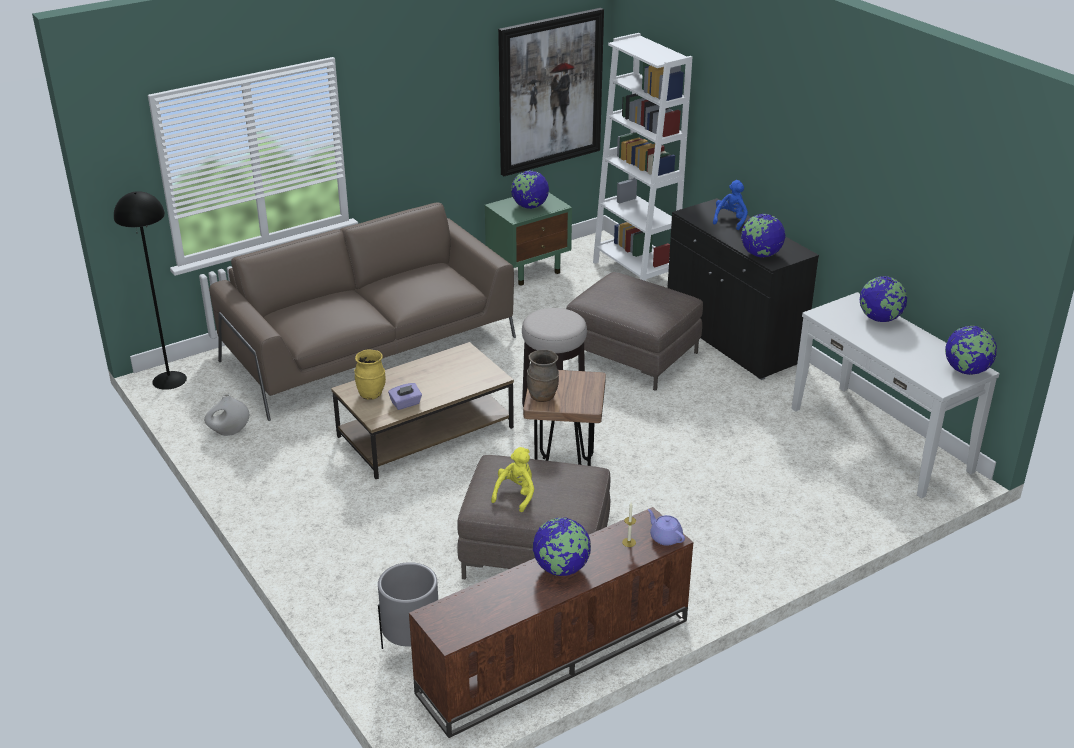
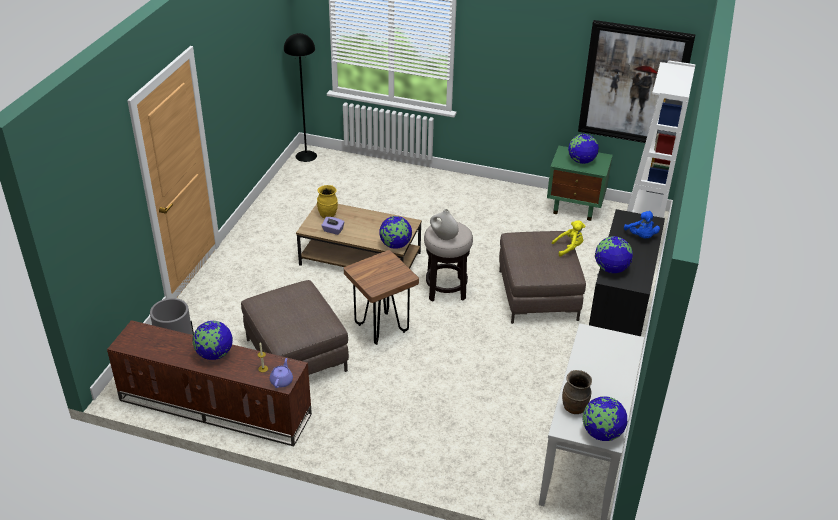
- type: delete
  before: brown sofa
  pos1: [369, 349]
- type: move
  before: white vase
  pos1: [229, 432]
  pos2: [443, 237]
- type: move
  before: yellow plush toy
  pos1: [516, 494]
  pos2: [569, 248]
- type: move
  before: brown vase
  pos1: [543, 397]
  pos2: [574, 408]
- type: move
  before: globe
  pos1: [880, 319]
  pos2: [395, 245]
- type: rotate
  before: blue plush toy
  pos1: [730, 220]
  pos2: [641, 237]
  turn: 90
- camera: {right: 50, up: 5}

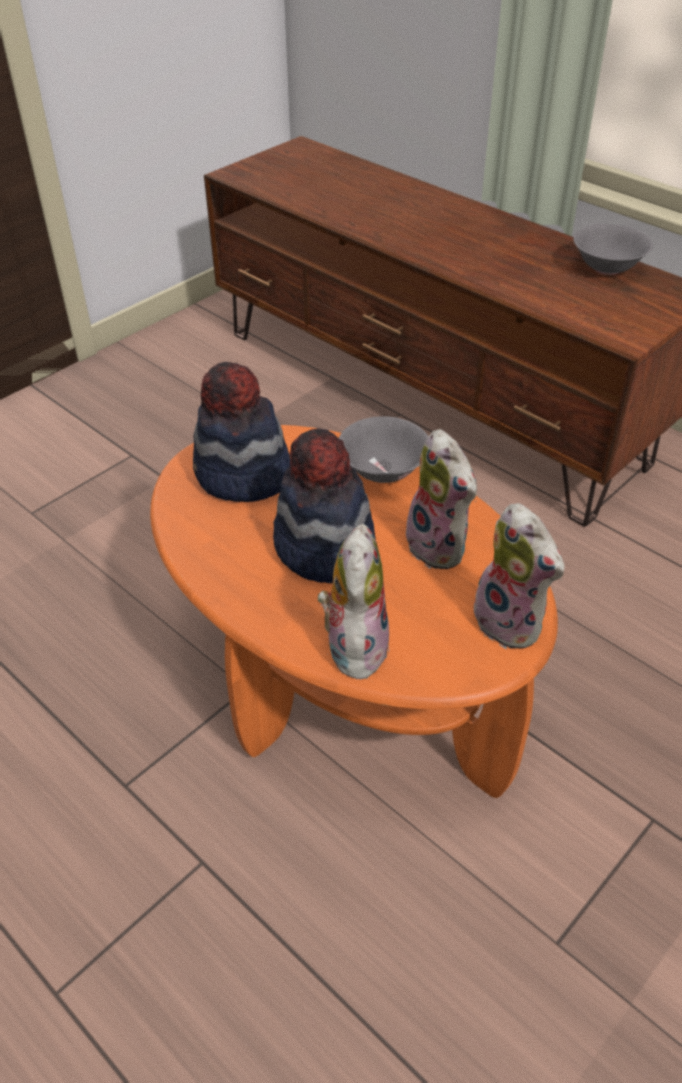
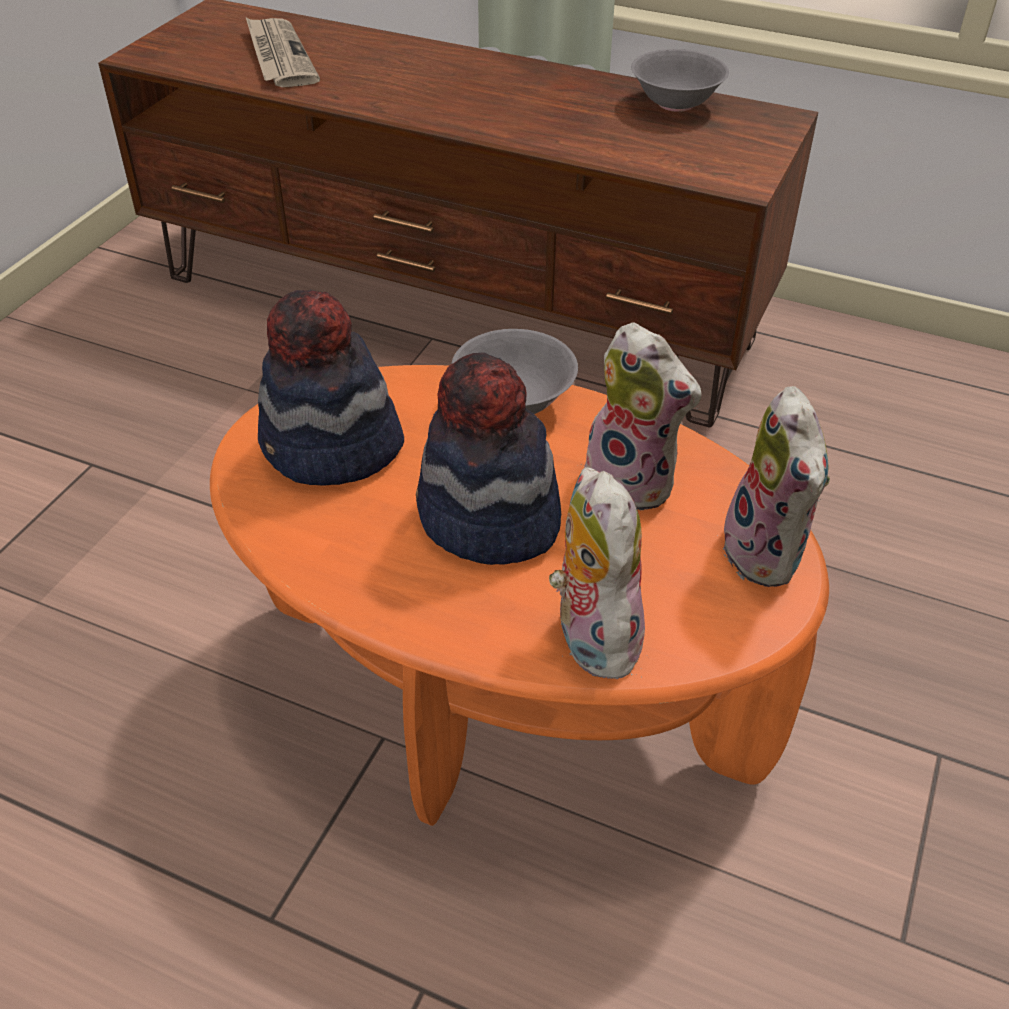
- type: insert
  after: newspaper
  pos2: [279, 56]
- type: rotate
  before: plush toy
  pos1: [512, 622]
  pos2: [769, 554]
  turn: 45
- camera: {right: -20, up: 0}

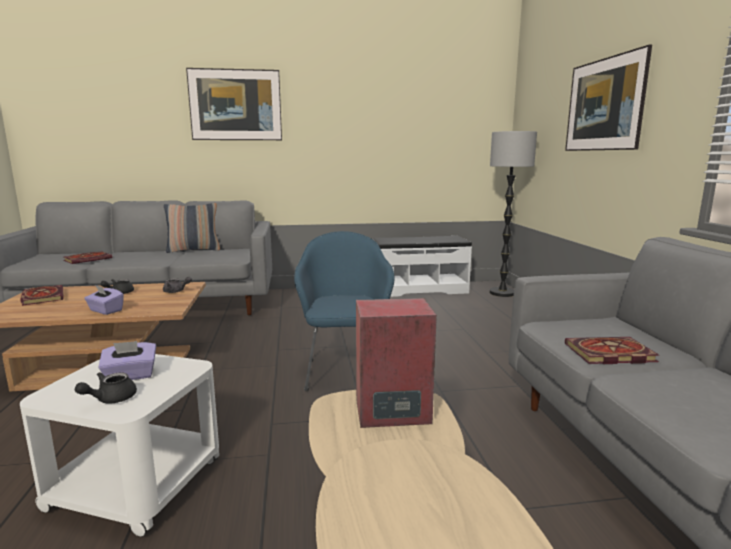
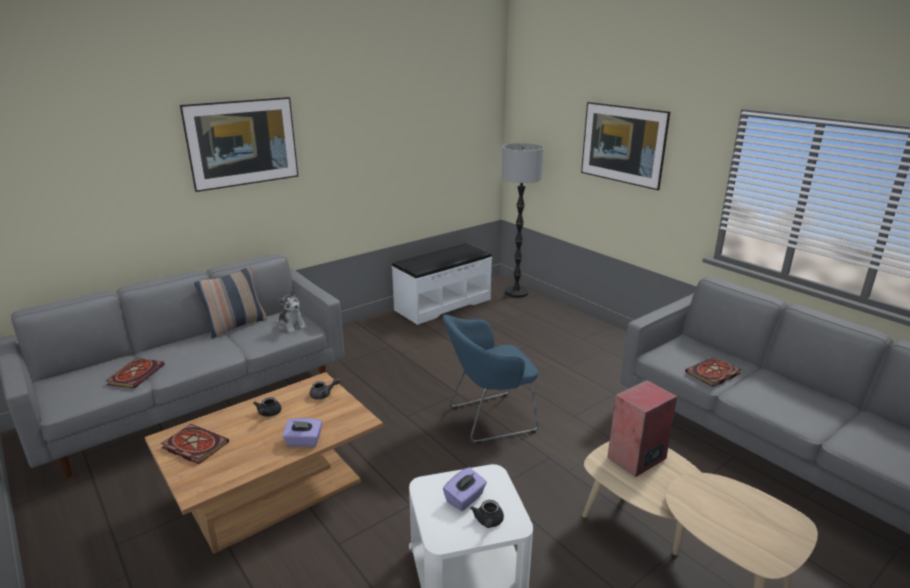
- type: insert
  after: plush toy
  pos2: [292, 326]
- type: rotate
  before: blue armchair
  pos1: [345, 370]
  pos2: [487, 419]
  turn: -75
- camera: {right: -30, up: 10}

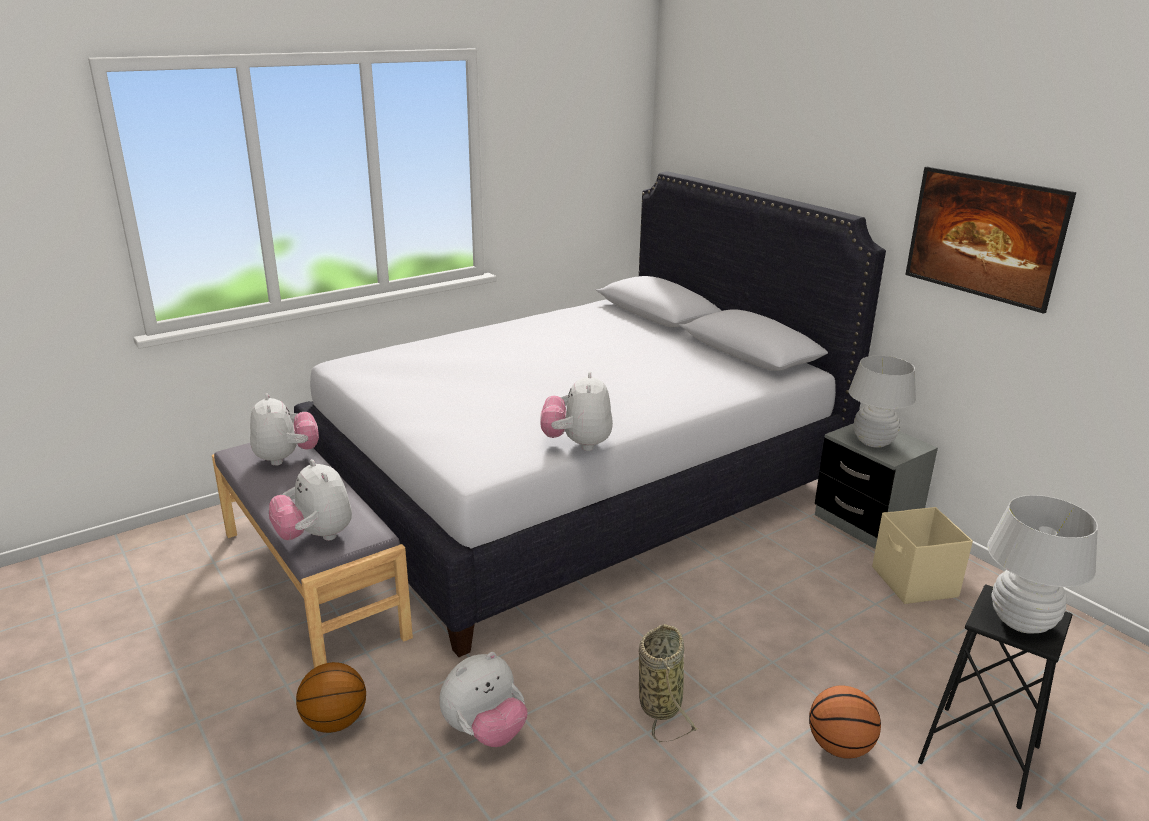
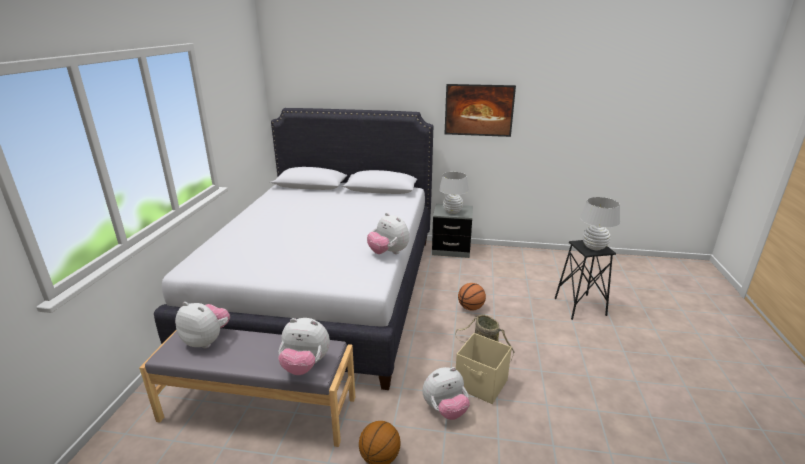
- type: move
  before: basketball
  pos1: [839, 746]
  pos2: [470, 308]
- type: move
  before: beige storage box
  pos1: [914, 583]
  pos2: [481, 384]
- type: rotate
  before: plush toy
  pos1: [485, 732]
  pos2: [445, 410]
  turn: 60
- camera: {right: -45, up: 0}

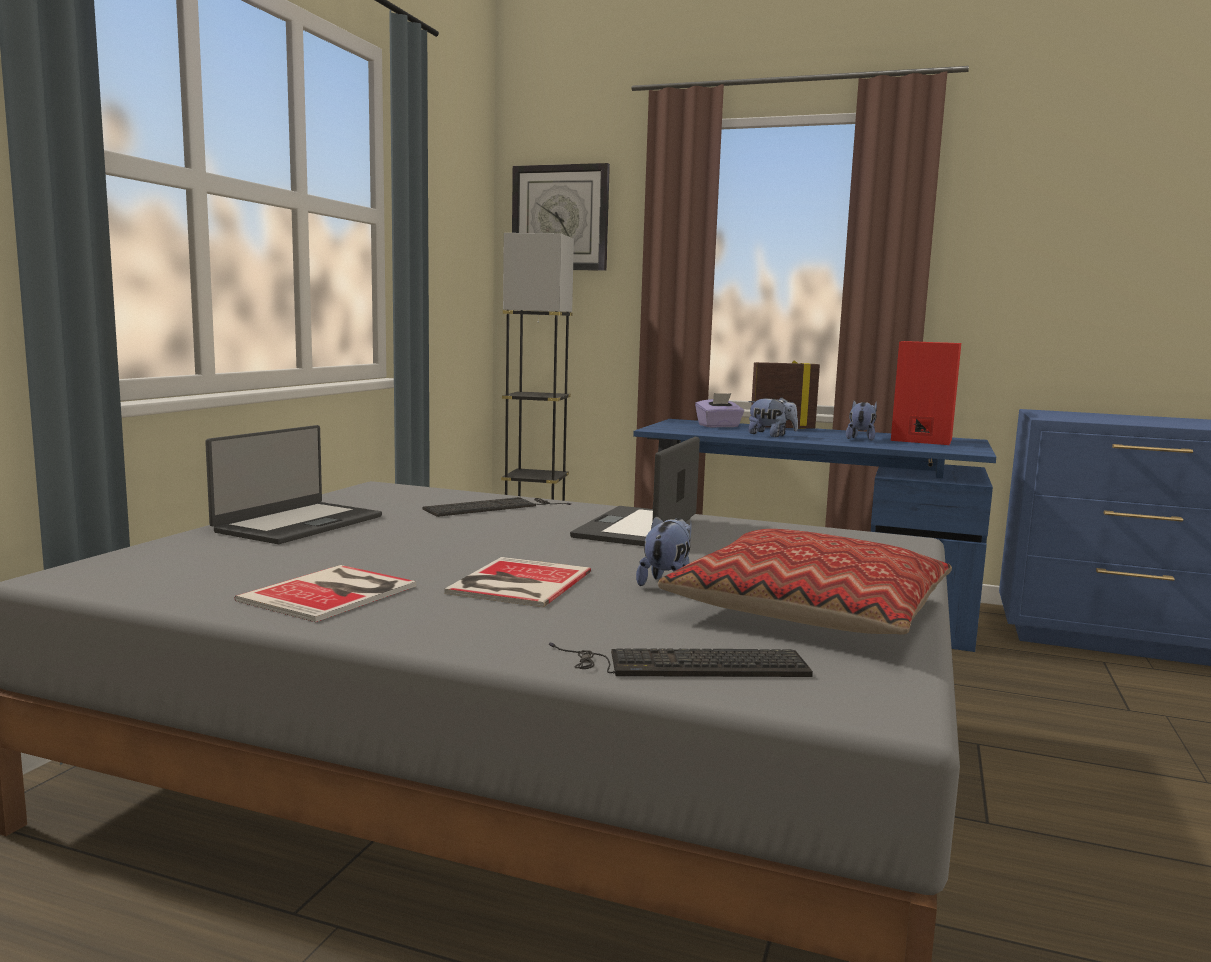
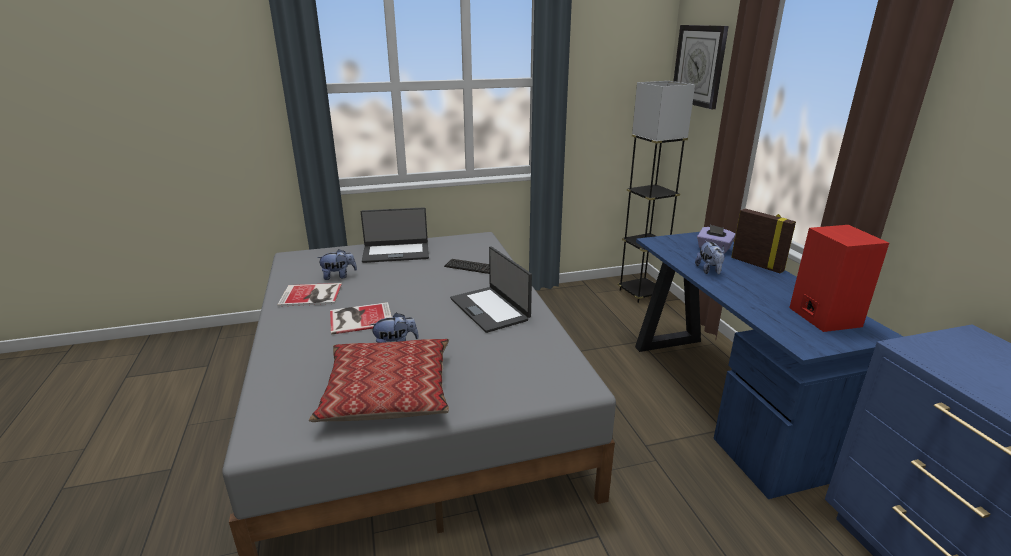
- type: delete
  before: keyboard
  pos1: [683, 663]
- type: move
  before: plush toy
  pos1: [861, 439]
  pos2: [339, 276]
- type: rotate
  before: laptop
  pos1: [638, 528]
  pos2: [490, 309]
  turn: -105
- camera: {right: 55, up: 15}

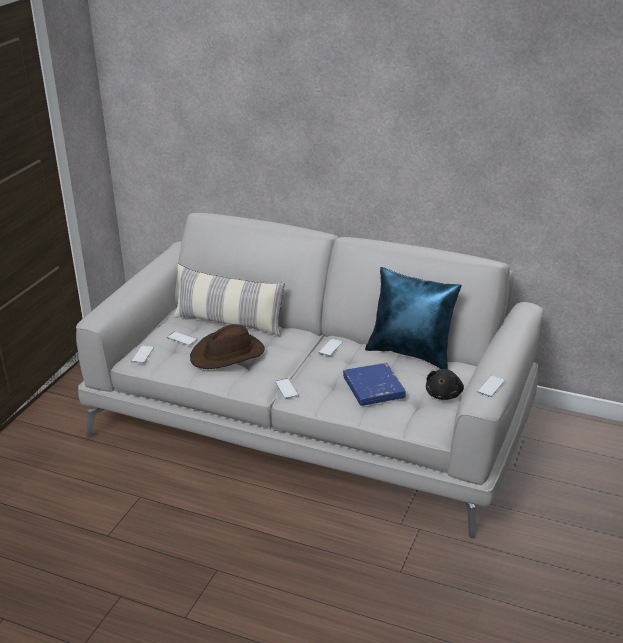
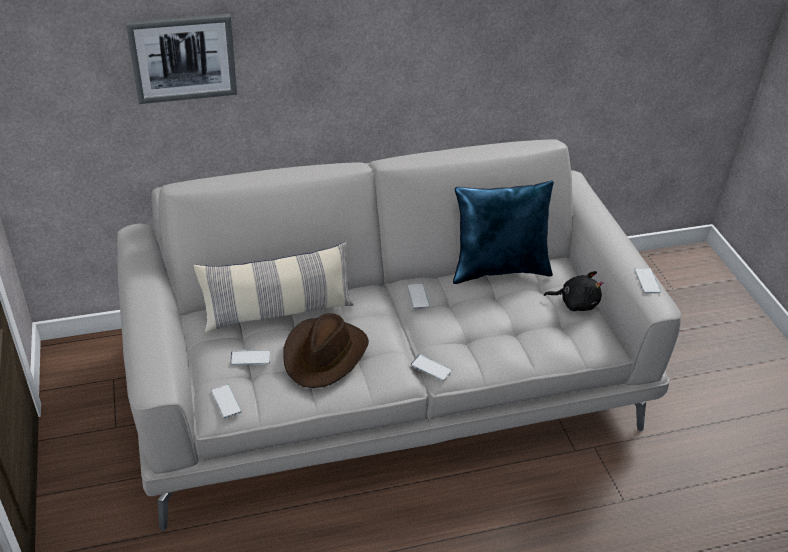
- type: delete
  before: blue book
  pos1: [373, 388]
- type: insert
  after: picture
  pos2: [183, 57]
- type: rotate
  before: black plush toy
  pos1: [444, 394]
  pos2: [575, 303]
  turn: -60
- camera: {right: -40, up: 10}

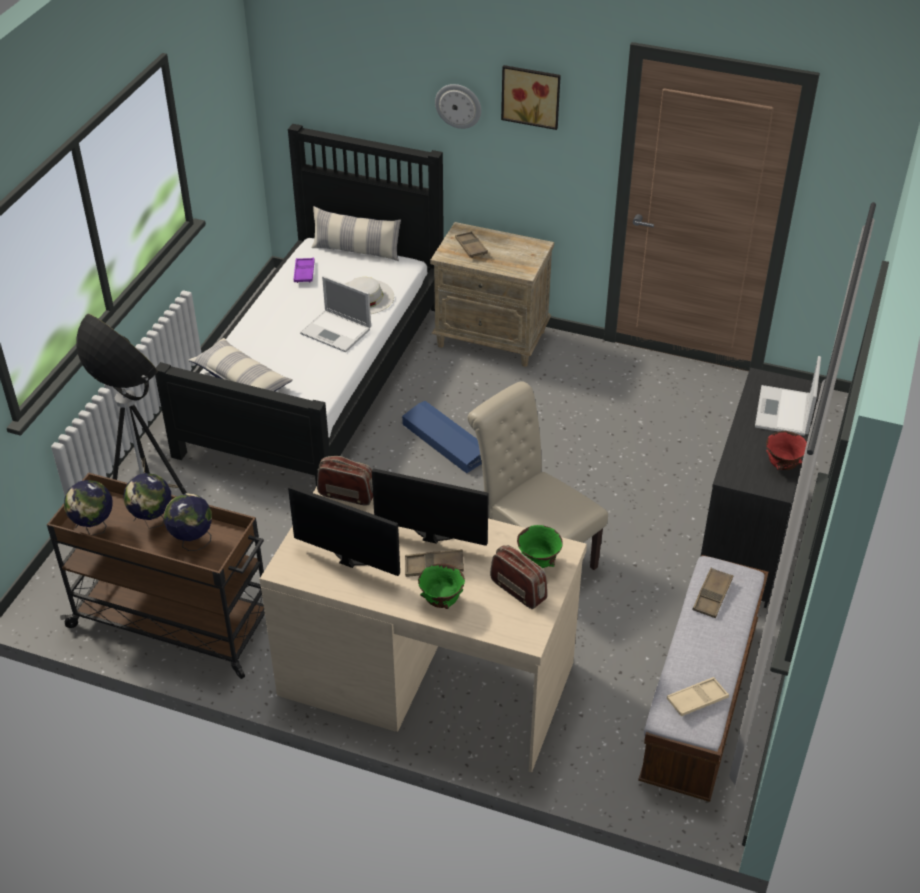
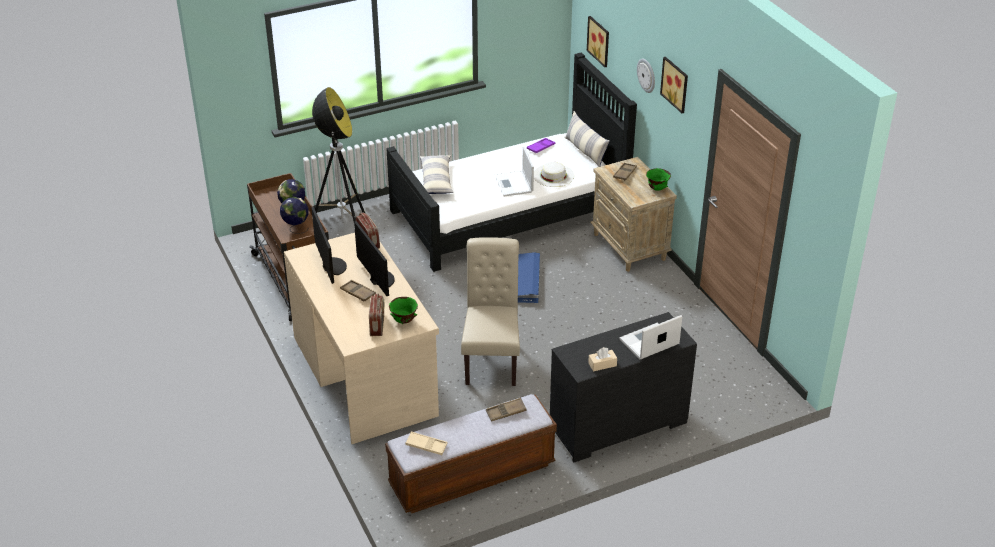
- type: delete
  before: globe
  pos1: [95, 528]
- type: insert
  after: picture
  pos2: [600, 41]
- type: move
  before: green bowl
  pos1: [441, 601]
  pos2: [657, 188]
- type: replace
  before: red bowl
  after: beige tissue box
  pos1: [782, 466]
  pos2: [602, 364]
- camera: {right: 45, up: -5}

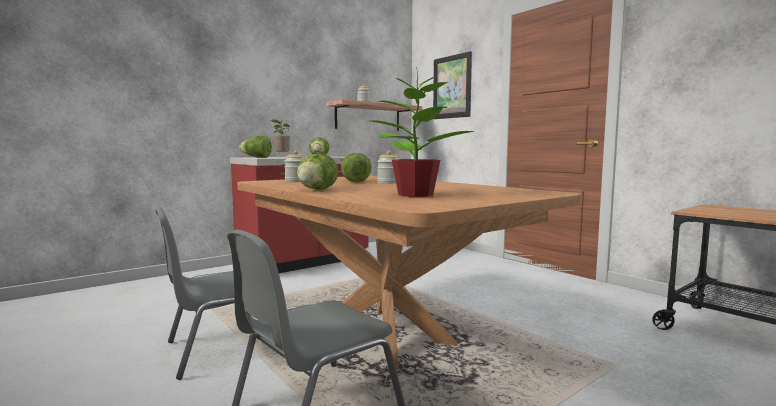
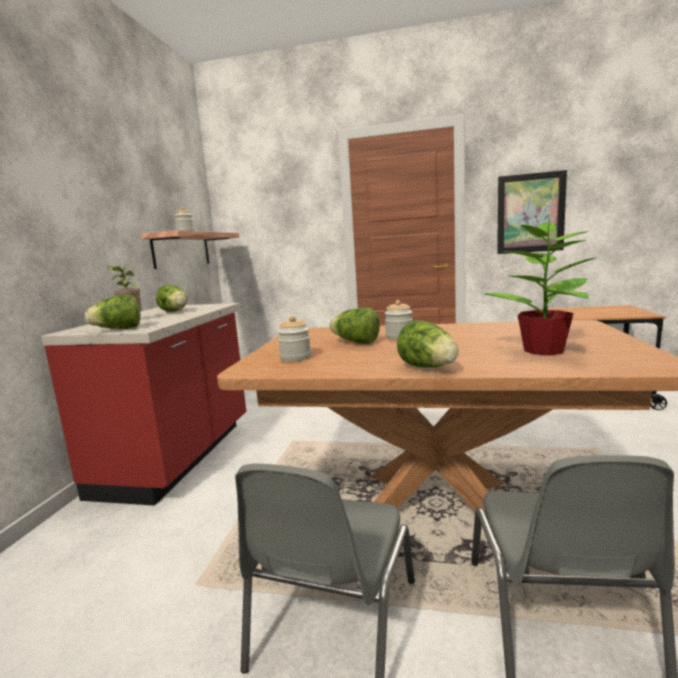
- type: move
  before: picture
  pos1: [452, 87]
  pos2: [530, 213]
- camera: {right: -40, up: 5}

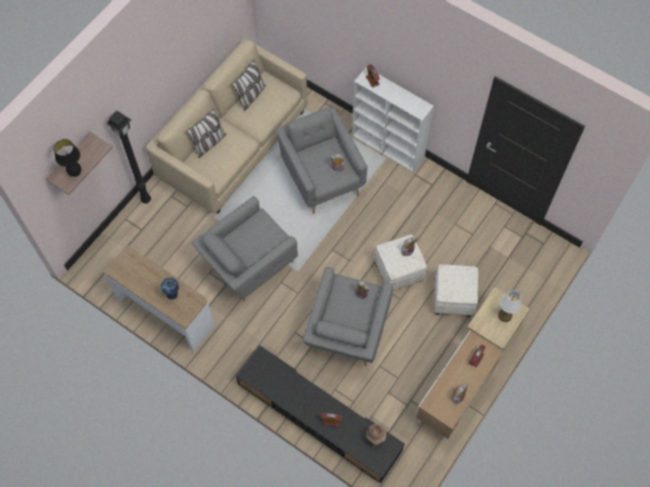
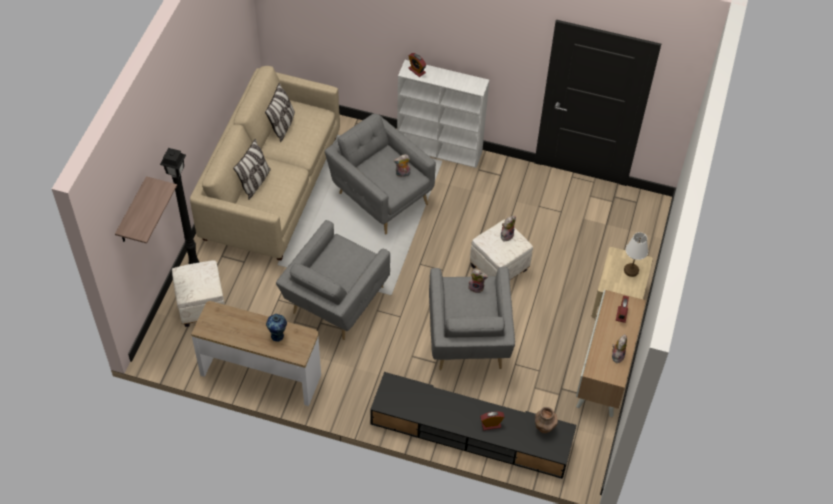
- type: delete
  before: black table lamp
  pos1: [75, 173]
- type: move
  before: white ottoman
  pos1: [453, 299]
  pos2: [202, 306]
- camera: {right: -20, up: -10}

